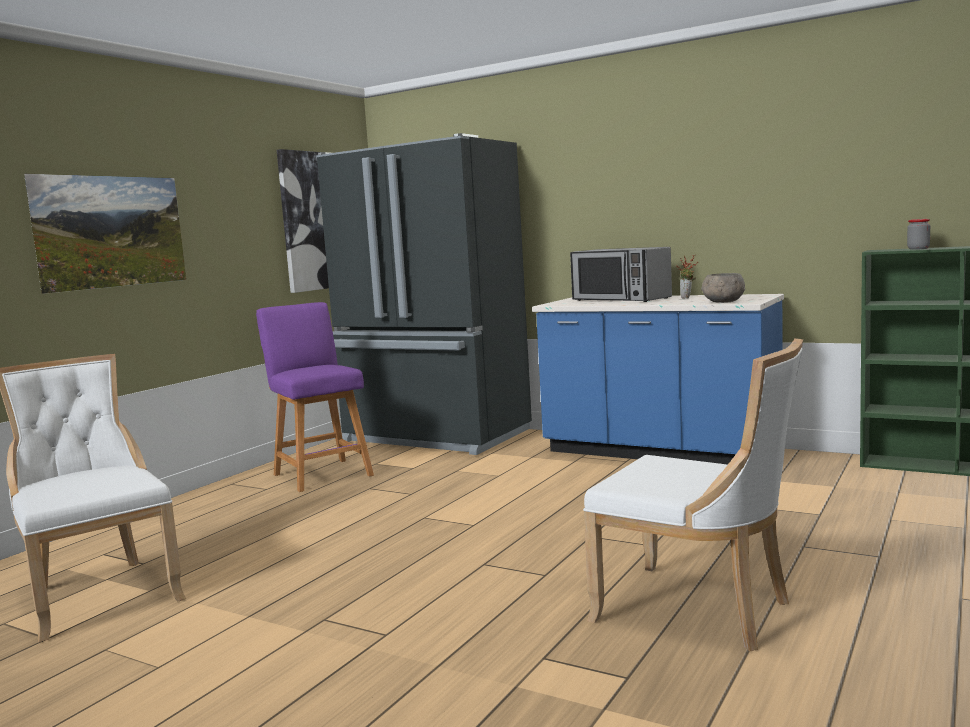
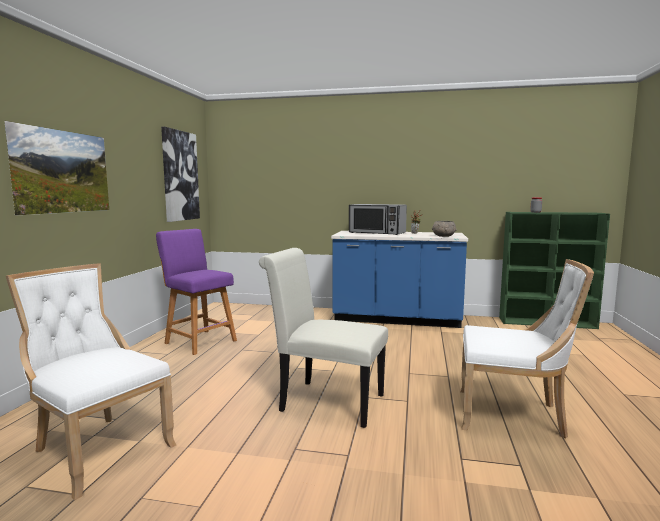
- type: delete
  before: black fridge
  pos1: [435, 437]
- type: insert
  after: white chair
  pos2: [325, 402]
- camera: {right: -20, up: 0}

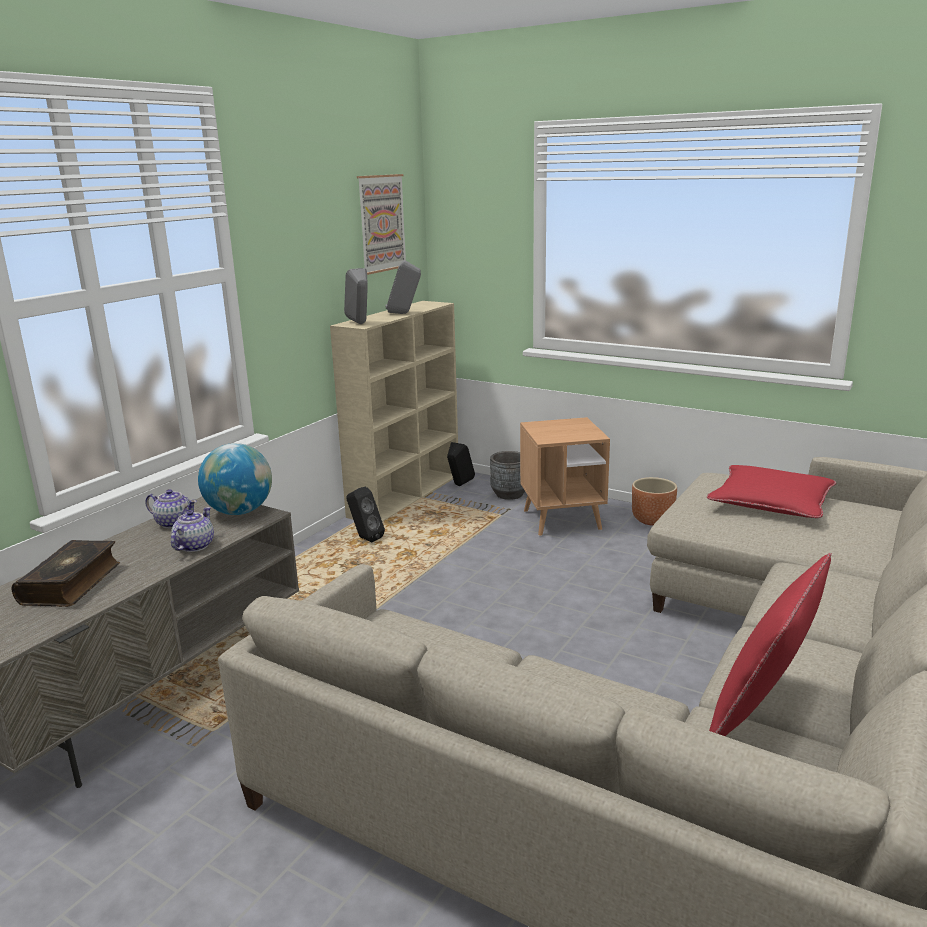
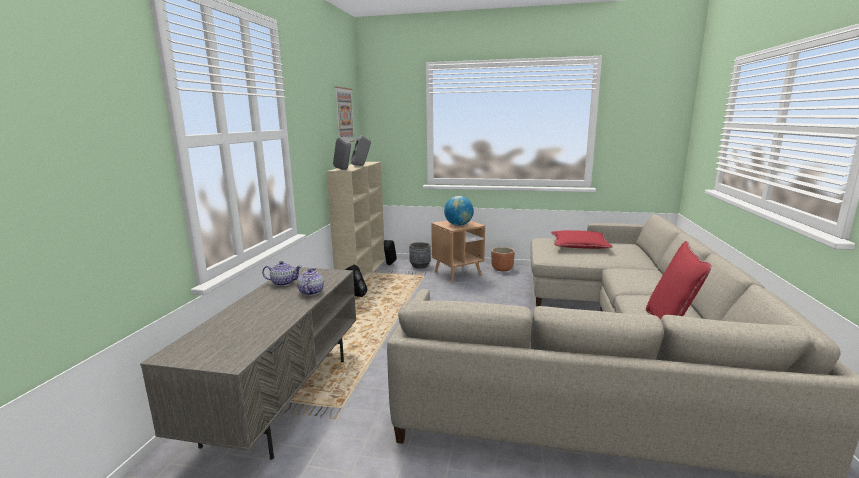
- type: delete
  before: book
  pos1: [72, 583]
- type: move
  before: globe
  pos1: [239, 512]
  pos2: [458, 225]
- camera: {right: -20, up: -5}

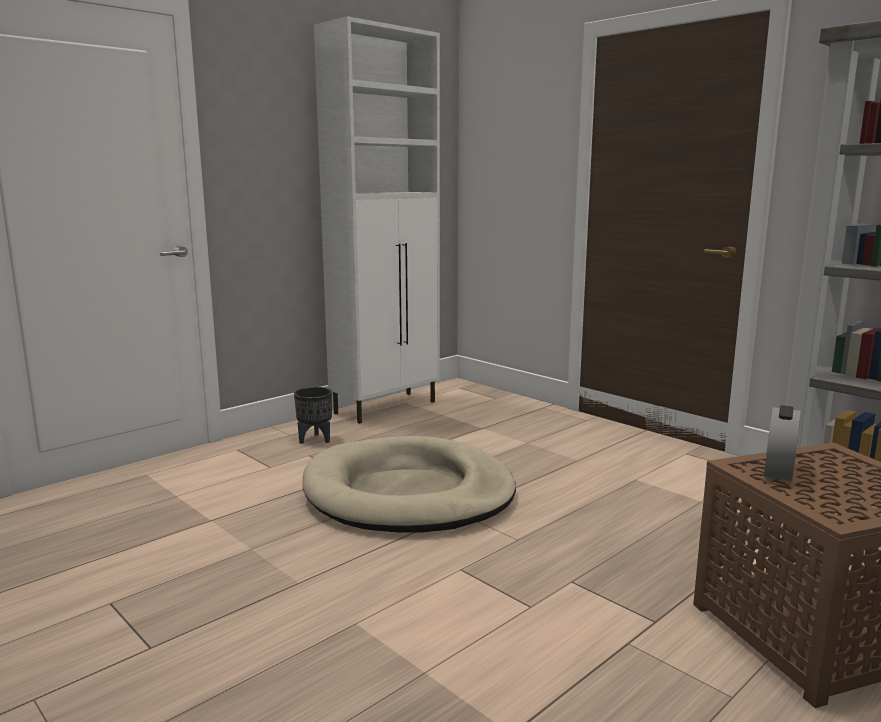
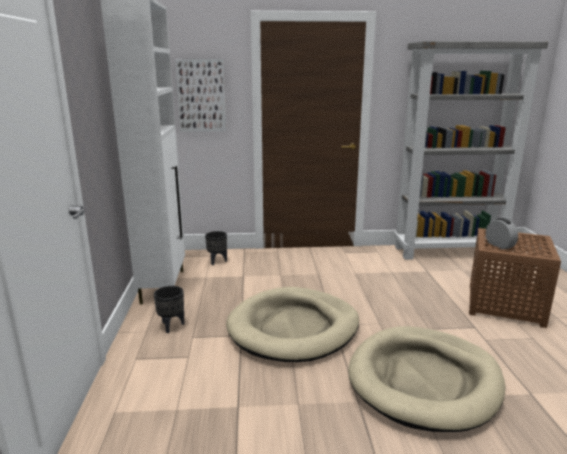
- type: insert
  after: picture
  pos2: [201, 96]
- type: insert
  after: black planter
  pos2: [217, 261]
- type: insert
  after: beige dog bed
  pos2: [424, 380]
- camera: {right: -50, up: 5}

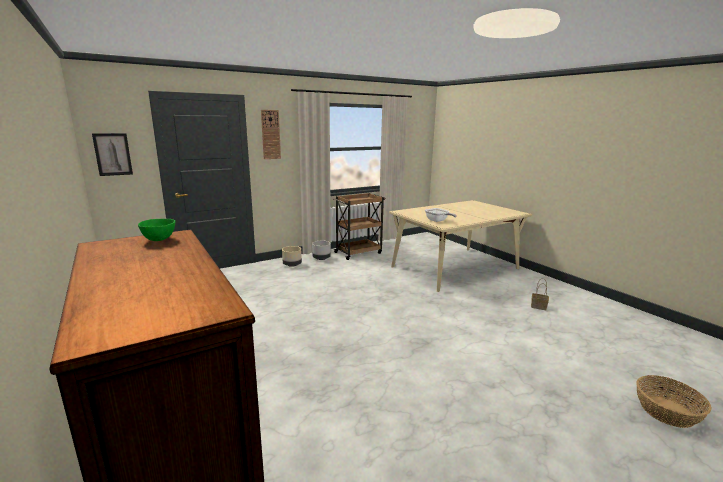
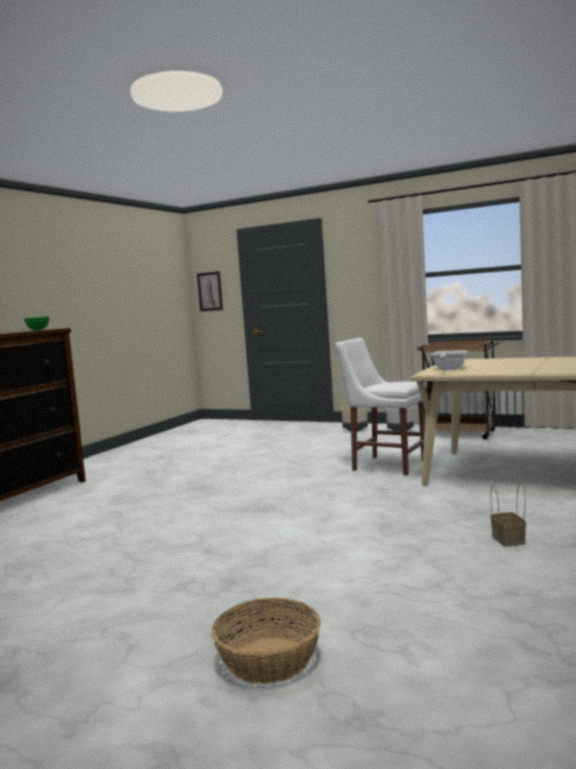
- type: delete
  before: wall clock
  pos1: [270, 134]
- type: insert
  after: white chair
  pos2: [386, 465]
- camera: {right: 60, up: -10}

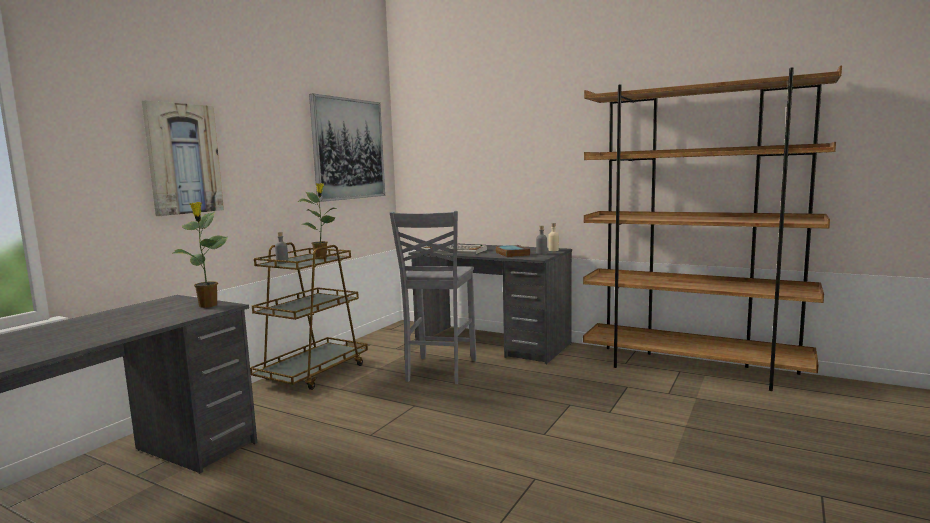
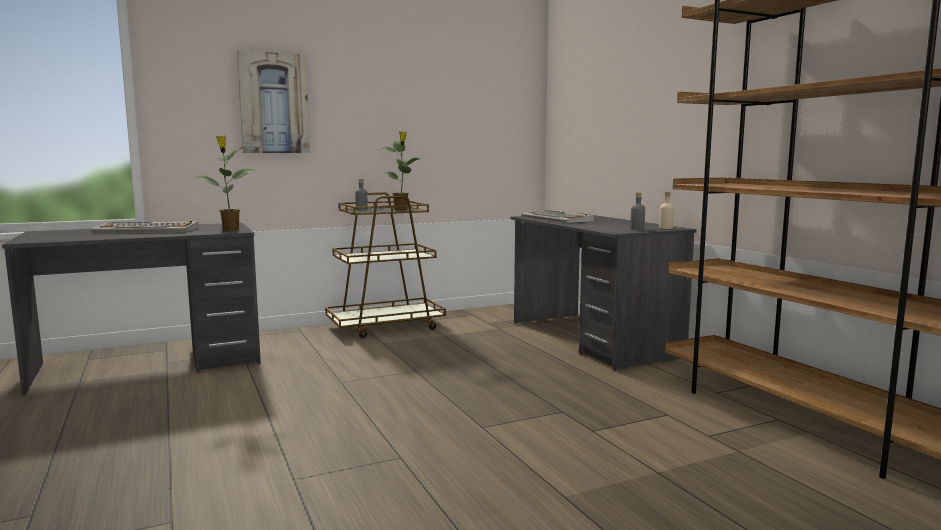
- type: delete
  before: picture
  pos1: [348, 149]
- type: delete
  before: grey chair
  pos1: [439, 371]
- type: delete
  before: book
  pos1: [511, 254]
- type: insert
  after: keyboard
  pos2: [148, 230]
- camera: {right: 35, up: 0}

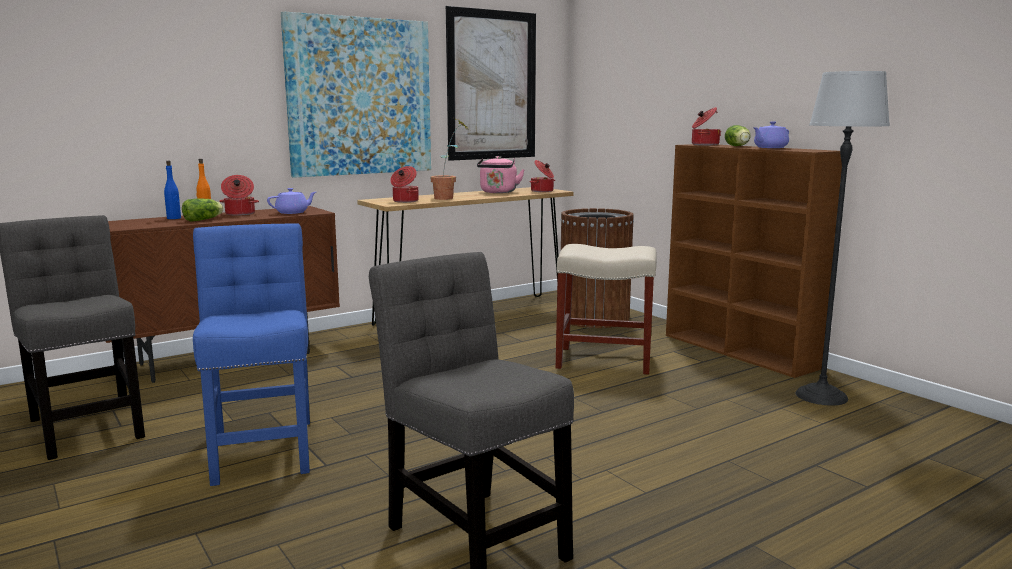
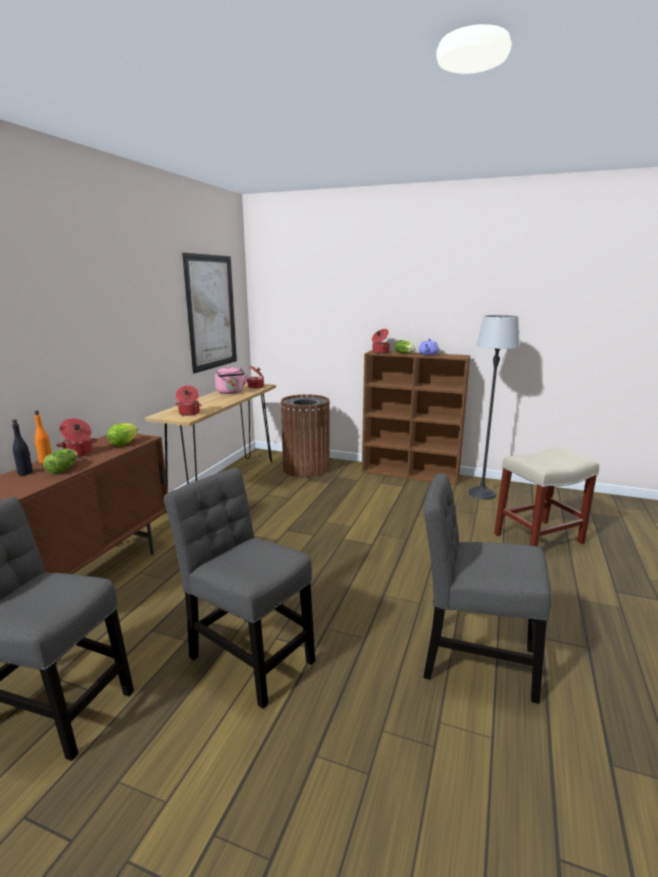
- type: delete
  before: picture
  pos1: [360, 97]
- type: delete
  before: potted plant
  pos1: [449, 198]
- type: move
  before: beige stool
  pos1: [605, 360]
  pos2: [539, 538]
- type: replace
  before: purple teapot
  after: lettuce
  pos1: [293, 212]
  pos2: [125, 443]
- type: recolor
  before: blue bottle
  after: black bottle
  pos1: [174, 218]
  pos2: [25, 473]
- type: recolor
  before: blue chair
  after: grey chair
  pos1: [262, 447]
  pos2: [248, 655]
- camera: {right: -35, up: 5}

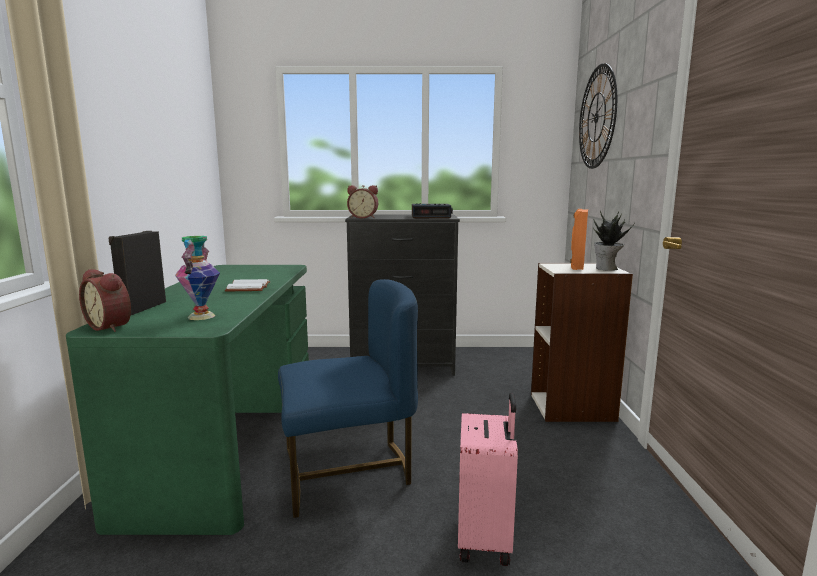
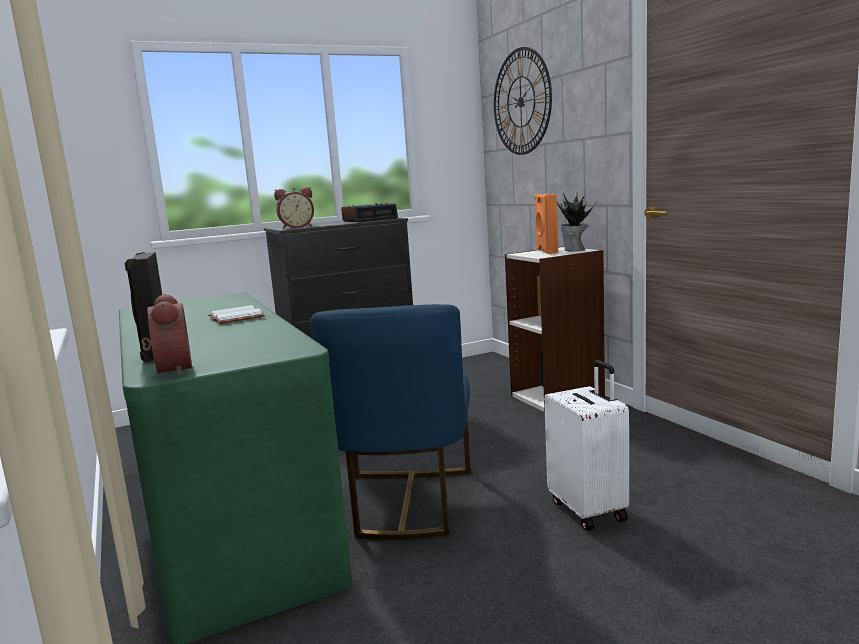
- type: delete
  before: vase
  pos1: [202, 316]
- type: recolor
  before: pink suitcase
  after: white suitcase
  pos1: [486, 539]
  pos2: [589, 510]
- type: rotate
  before: alarm clock
  pos1: [112, 326]
  pos2: [170, 370]
  turn: -120
- type: rotate
  before: blue chair
  pos1: [348, 472]
  pos2: [406, 502]
  turn: 135
- camera: {right: -25, up: 0}

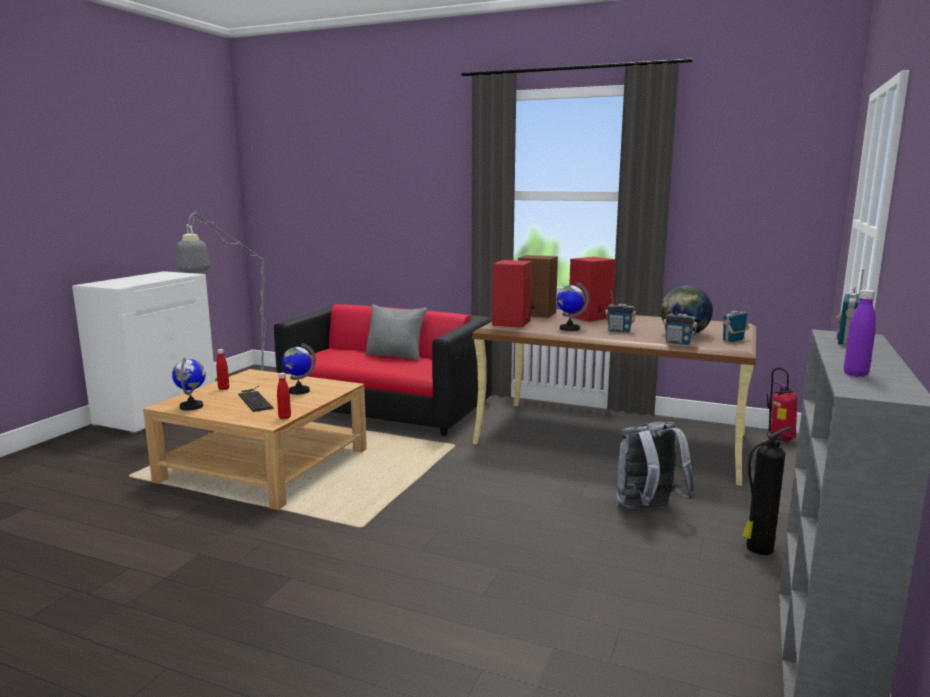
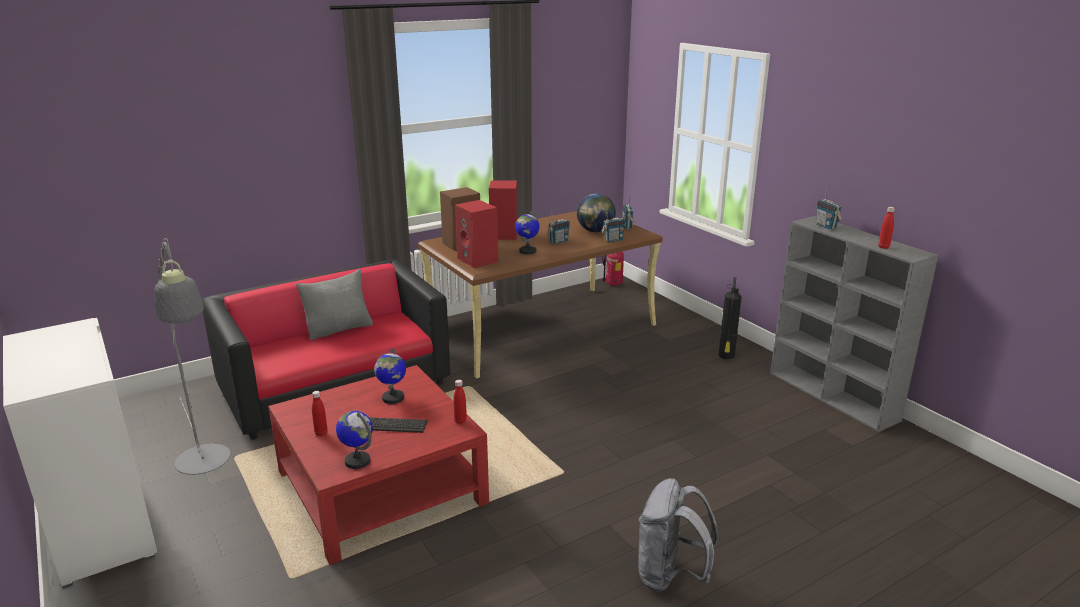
- type: move
  before: grey backpack
  pos1: [648, 510]
  pos2: [670, 576]
- type: recolor
  before: beige coffee table
  after: red coffee table
  pos1: [265, 465]
  pos2: [381, 487]
- type: recolor
  before: purple bottle
  after: red bottle
  pos1: [855, 374]
  pos2: [883, 247]
- camera: {right: -55, up: 10}

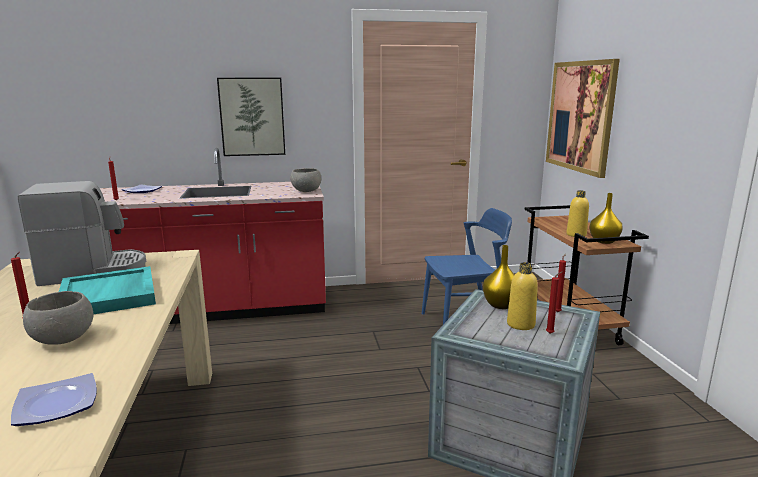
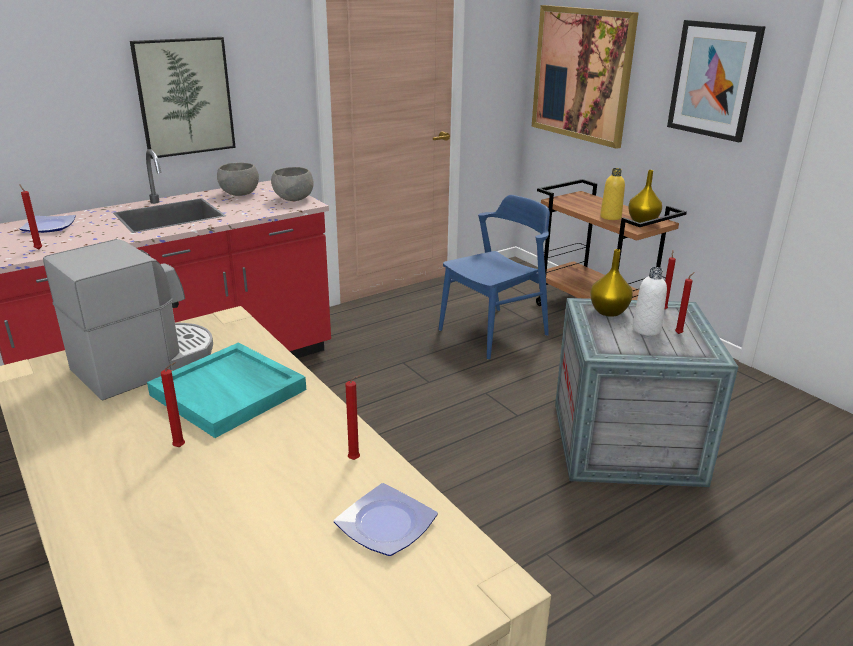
- type: insert
  after: red candle
  pos2: [356, 460]
- type: insert
  after: picture
  pos2: [714, 80]
- type: move
  before: grey bowl
  pos1: [62, 339]
  pos2: [239, 194]
- type: recolor
  before: yellow bottle
  after: white bottle
  pos1: [520, 324]
  pos2: [646, 329]
- camera: {right: -25, up: 10}

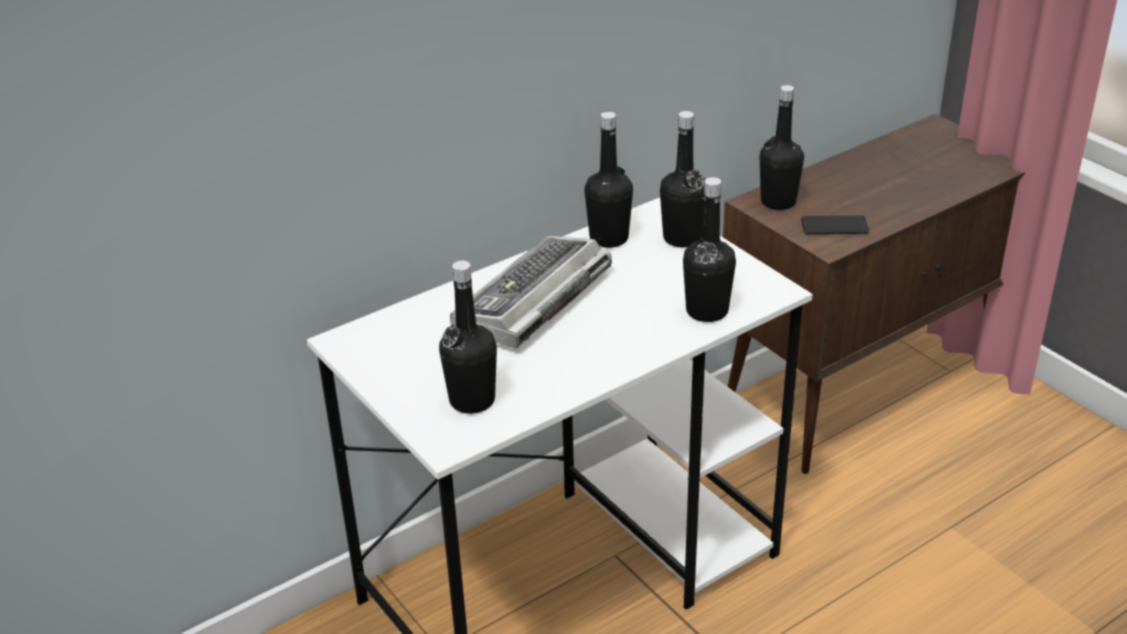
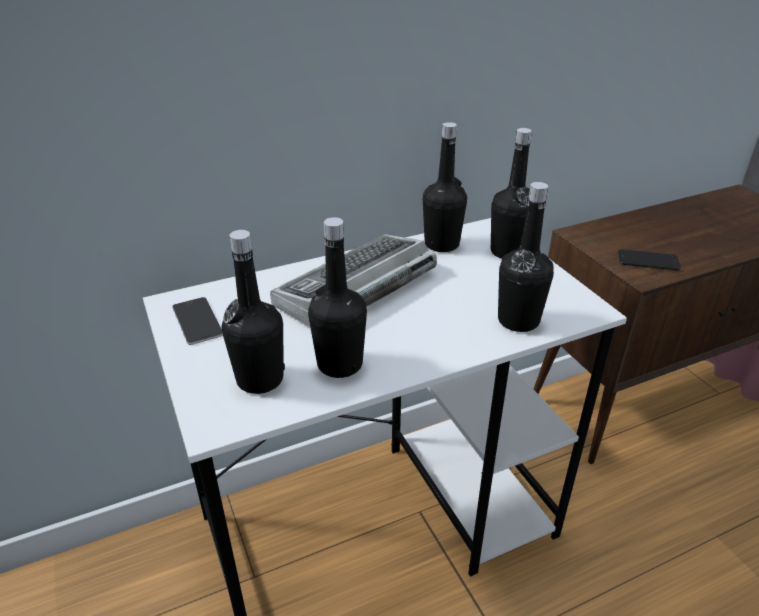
- type: insert
  after: phone
  pos2: [197, 320]
- type: move
  before: black bottle
  pos1: [778, 202]
  pos2: [340, 364]
- camera: {right: 10, up: 0}

